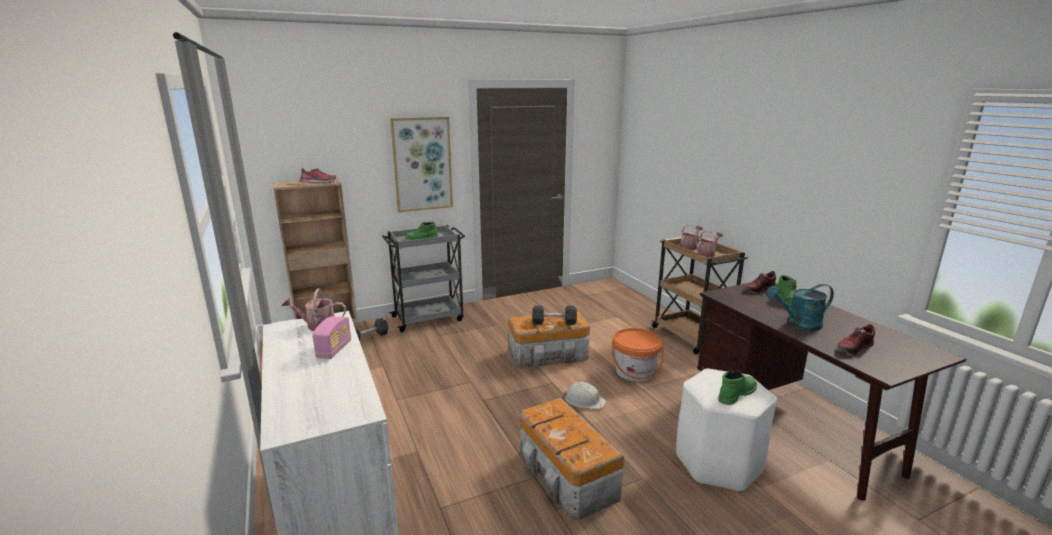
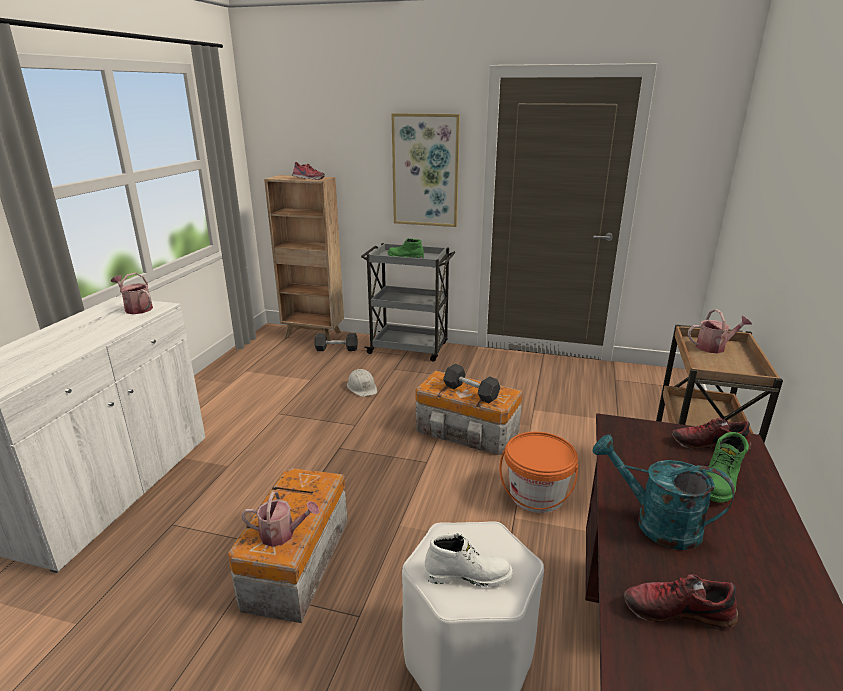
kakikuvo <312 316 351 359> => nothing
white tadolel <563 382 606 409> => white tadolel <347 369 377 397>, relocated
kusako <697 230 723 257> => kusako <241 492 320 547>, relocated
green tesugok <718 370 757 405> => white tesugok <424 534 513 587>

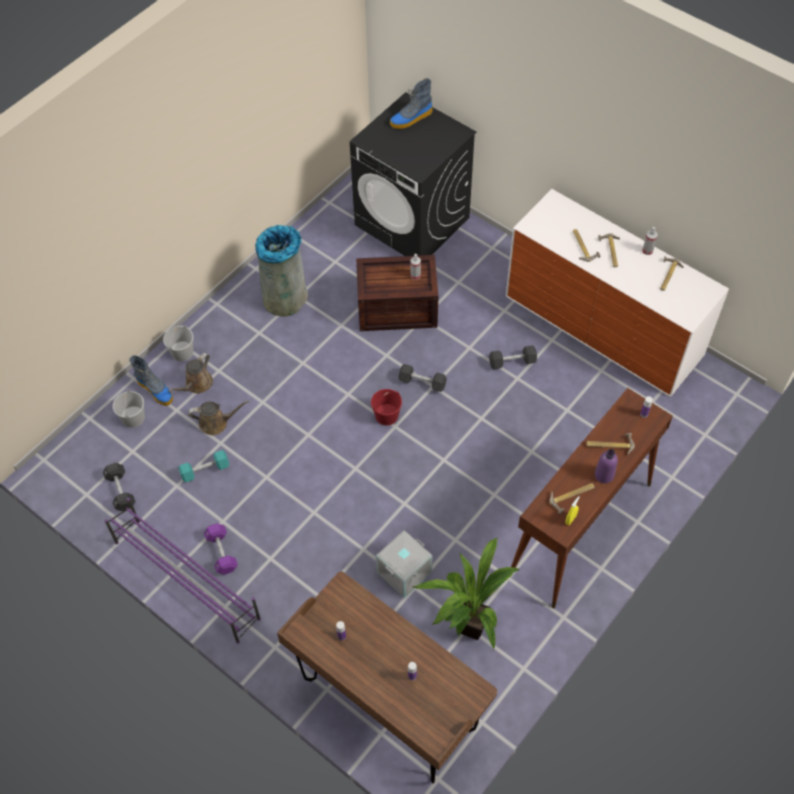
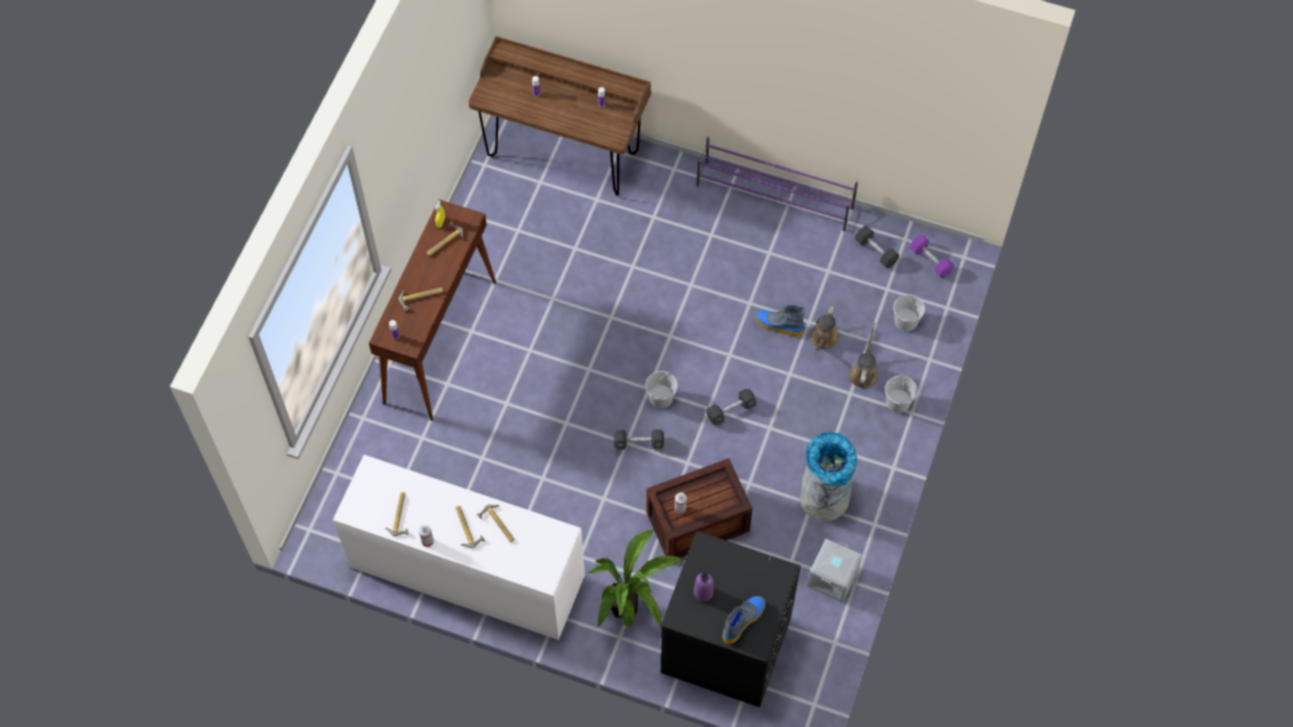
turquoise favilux <179 450 229 482> => nothing
tesugok <129 355 173 406> => tesugok <756 303 805 337>, relocated
purple favilux <204 523 238 575> => purple favilux <909 235 954 278>, relocated
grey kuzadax <376 530 433 598> => grey kuzadax <807 539 862 603>, relocated
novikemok <412 538 520 650> => novikemok <588 530 683 629>, relocated
black favilux <489 345 537 369> => black favilux <706 389 756 425>, relocated
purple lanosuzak <595 449 618 483> => purple lanosuzak <694 572 714 602>, relocated
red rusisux <371 389 402 425> => white rusisux <645 371 678 408>
brown kusako <188 400 249 436> => brown kusako <810 306 839 354>, 45 degrees counterclockwise

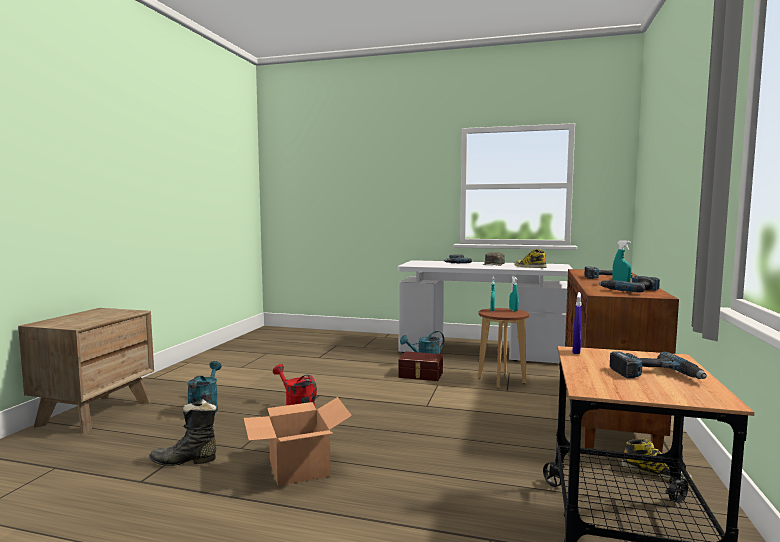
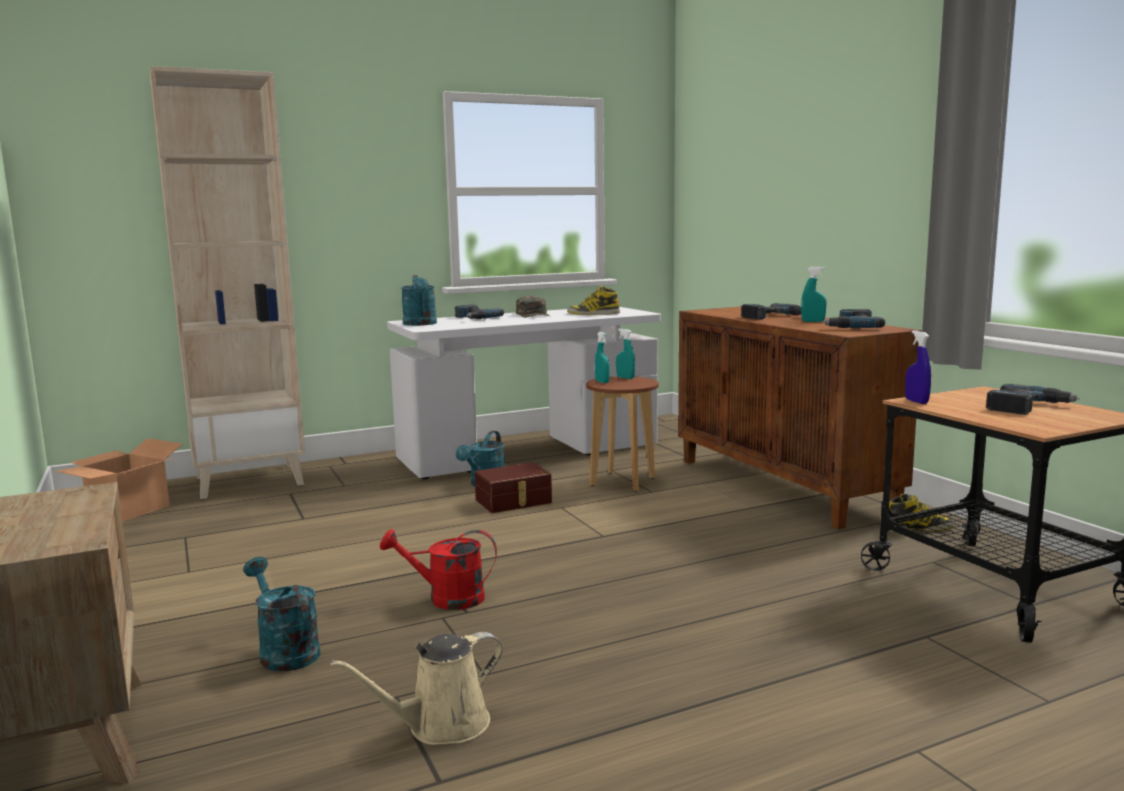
nothing => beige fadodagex <150 66 305 499>
nothing => turquoise kusako <401 275 437 326>
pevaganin <244 397 352 486> => pevaganin <55 438 182 522>, relocated
black tesugok <149 399 216 466> => beige kusako <330 632 503 745>

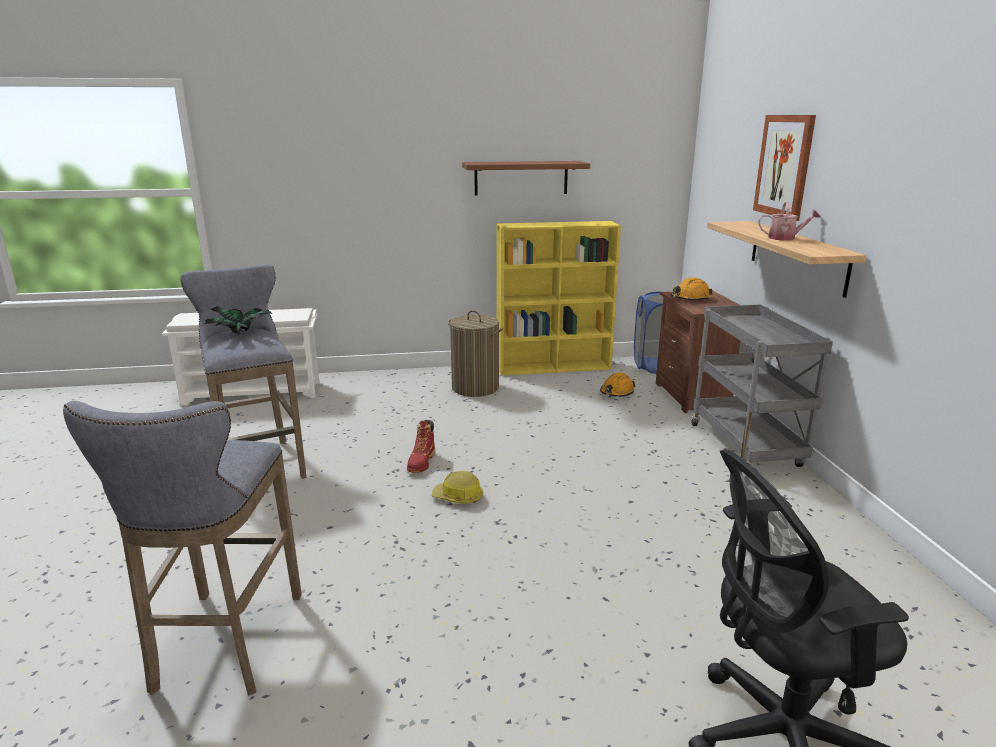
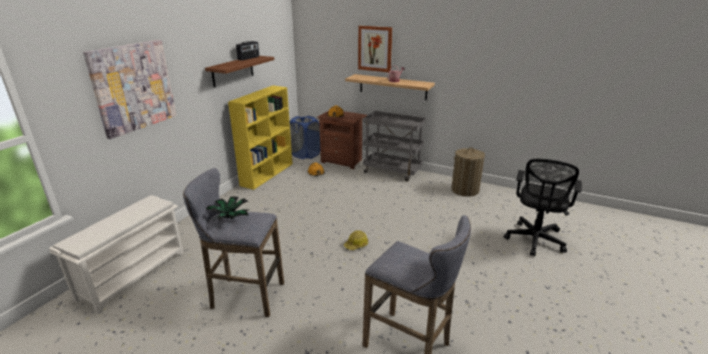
red tesugok <407 420 435 473> => nothing
nothing => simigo <83 40 177 139>
nothing => kakikuvo <236 41 259 61>
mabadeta <448 310 503 397> => mabadeta <451 147 485 197>, relocated

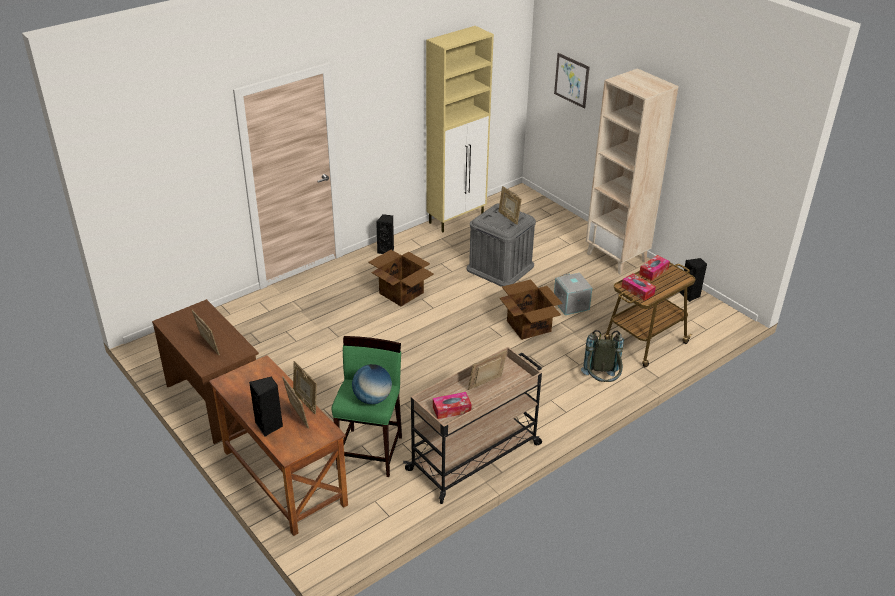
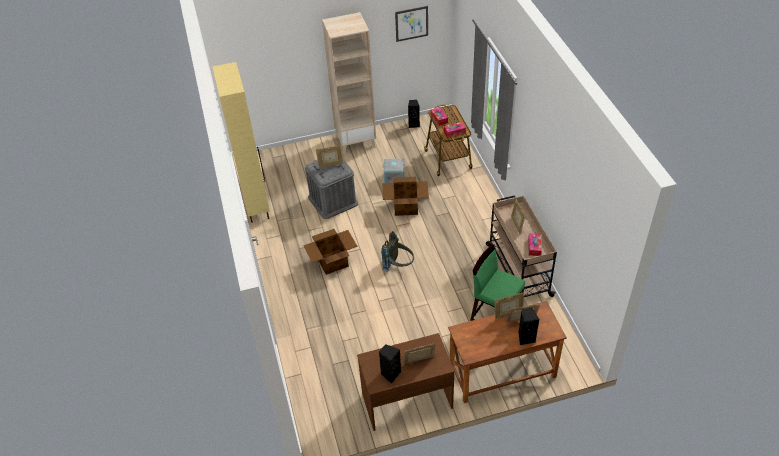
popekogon <352 364 392 404> => nothing
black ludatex <376 214 394 254> => black ludatex <379 344 401 384>, relocated
simigo <554 53 590 109> => simigo <395 6 428 42>, relocated
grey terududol <581 330 624 382> => grey terududol <381 231 414 272>, relocated

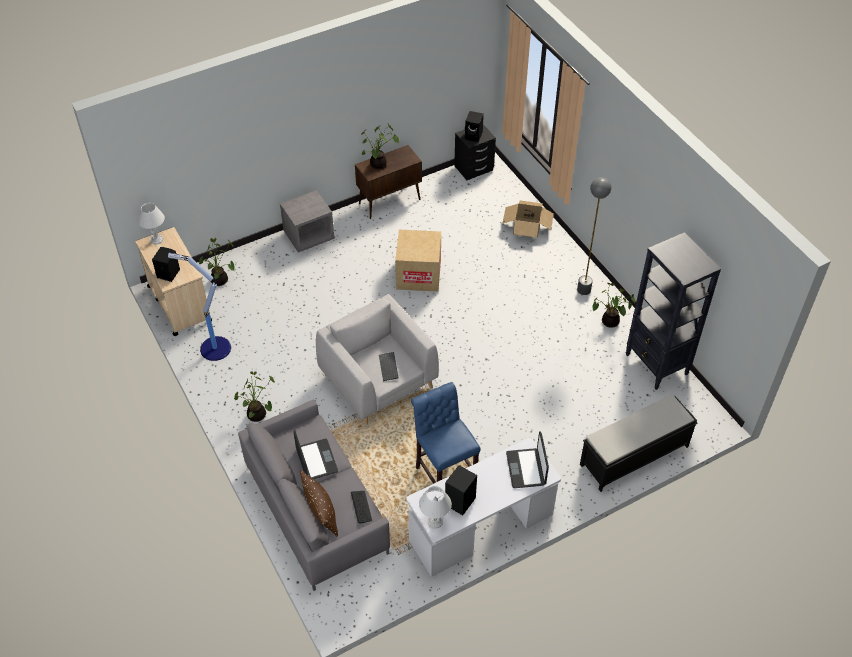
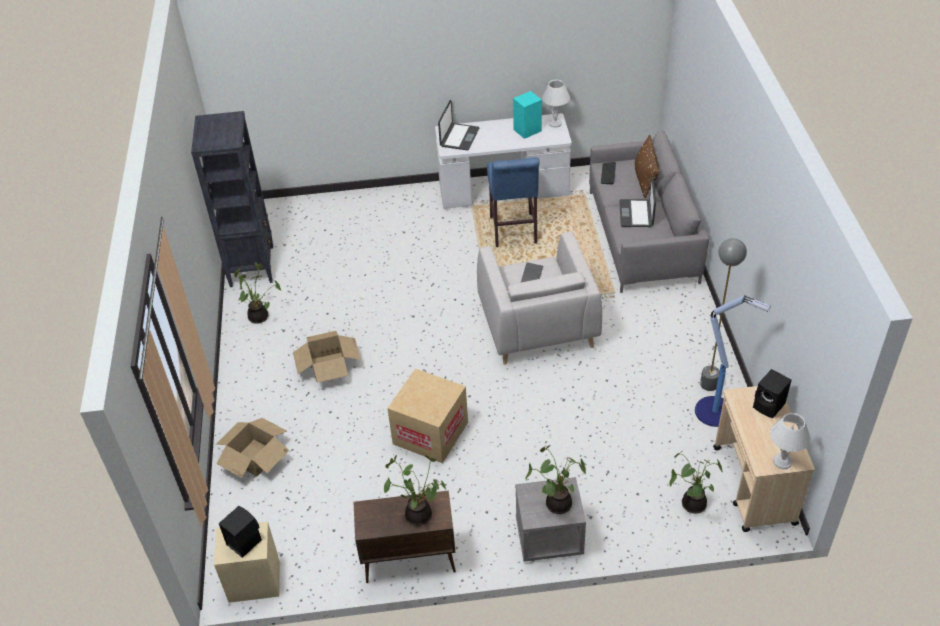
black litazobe <580 395 697 492> => nothing
nothing => pevaganin <293 331 361 383>
novikemok <234 371 275 422> => novikemok <526 445 586 514>, relocated
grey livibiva <577 177 611 295> => grey livibiva <700 238 747 391>, relocated
black ludatex <445 465 477 515> => turquoise ludatex <513 91 542 139>
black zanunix <454 124 496 180> => beige zanunix <214 522 280 603>

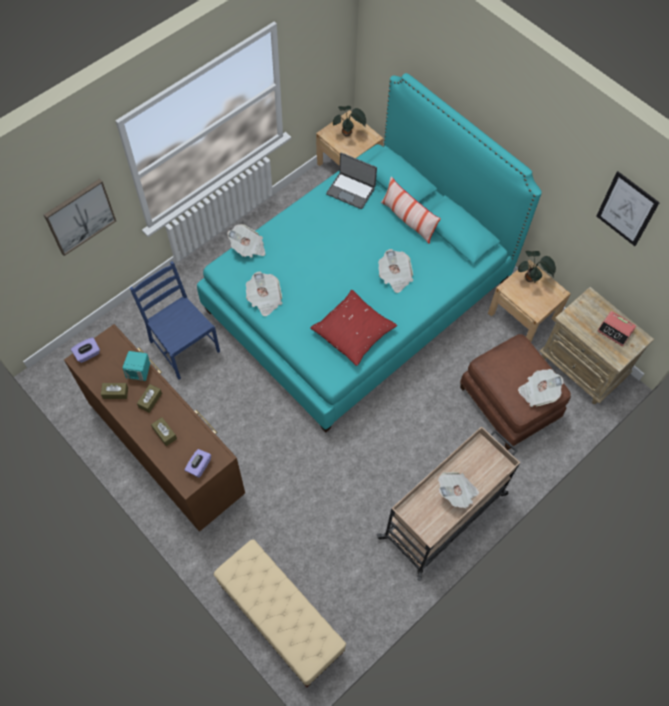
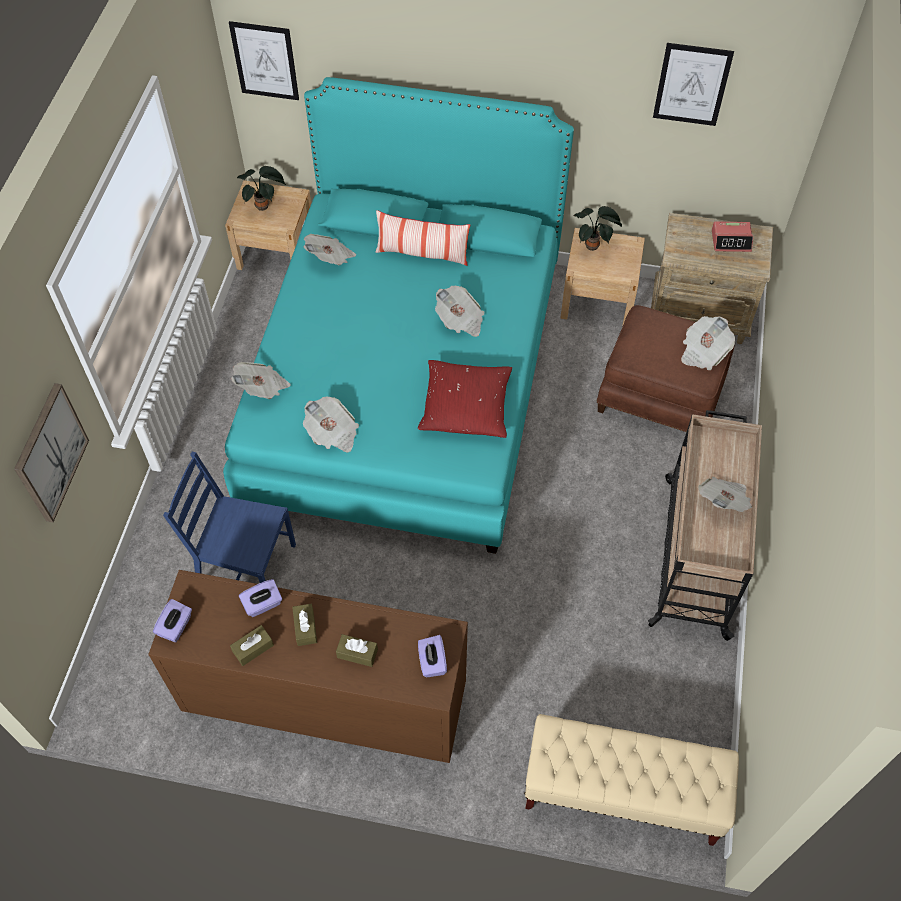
nothing => simigo <229 21 299 100>
turquoise ludatex <122 351 150 381> => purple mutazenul <239 579 282 617>
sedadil <326 153 377 209> => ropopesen <303 234 356 265>

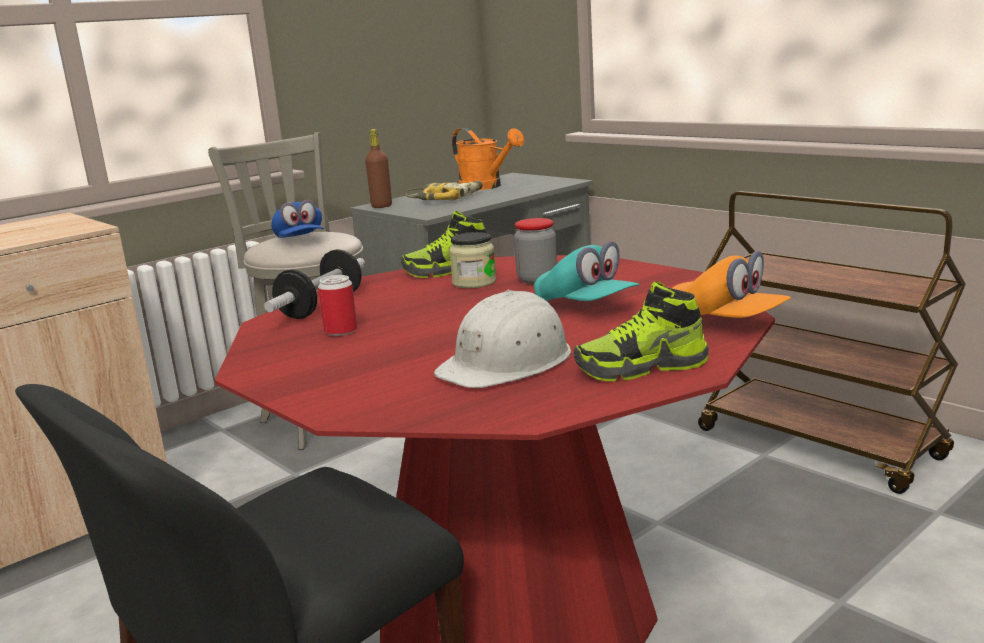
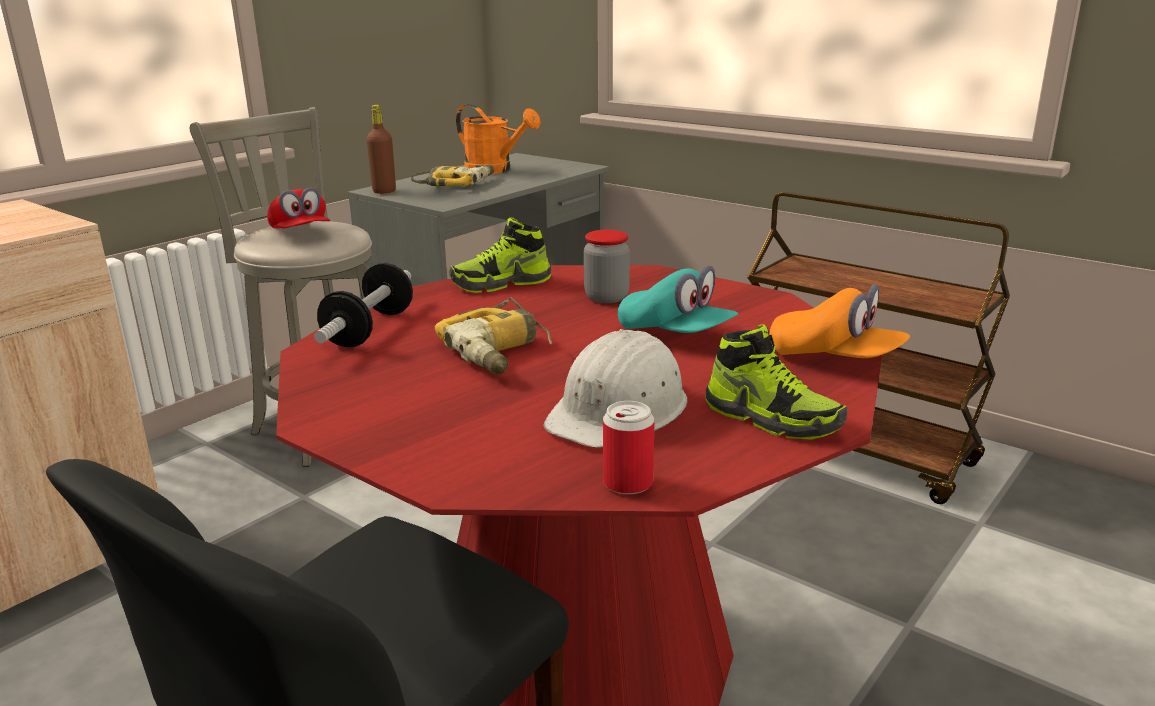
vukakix <449 232 496 288> => nothing
nothing => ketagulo <435 297 552 375>
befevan <318 275 358 336> => befevan <603 401 655 494>, relocated
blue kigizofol <271 200 324 238> => red kigizofol <267 187 330 229>
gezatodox <574 281 709 381> => gezatodox <705 324 847 440>, 120 degrees counterclockwise

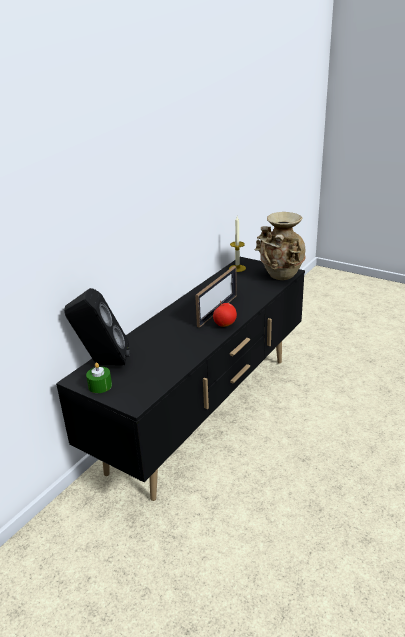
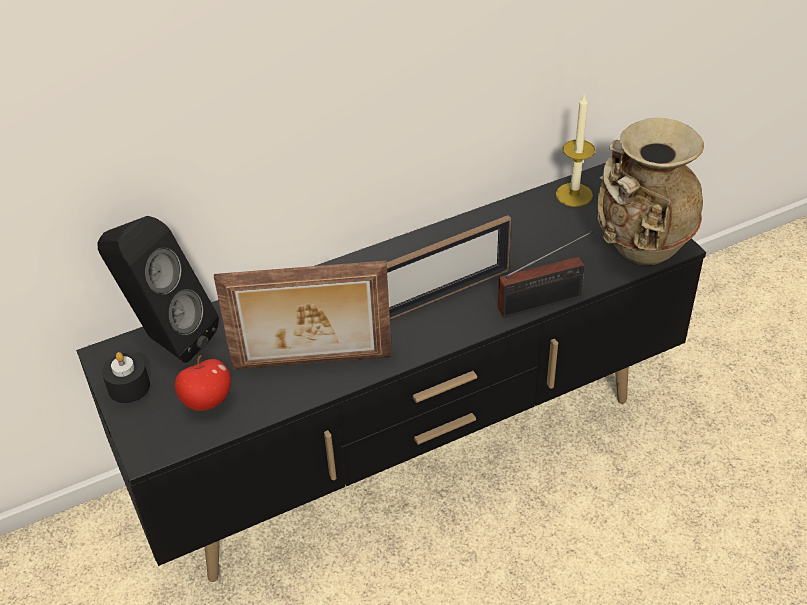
nothing => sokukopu <214 261 392 370>
nothing => kakikuvo <498 231 593 317>
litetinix <213 301 237 327> => litetinix <175 355 231 411>, relocated
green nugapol <86 363 112 393> => black nugapol <102 352 150 403>

